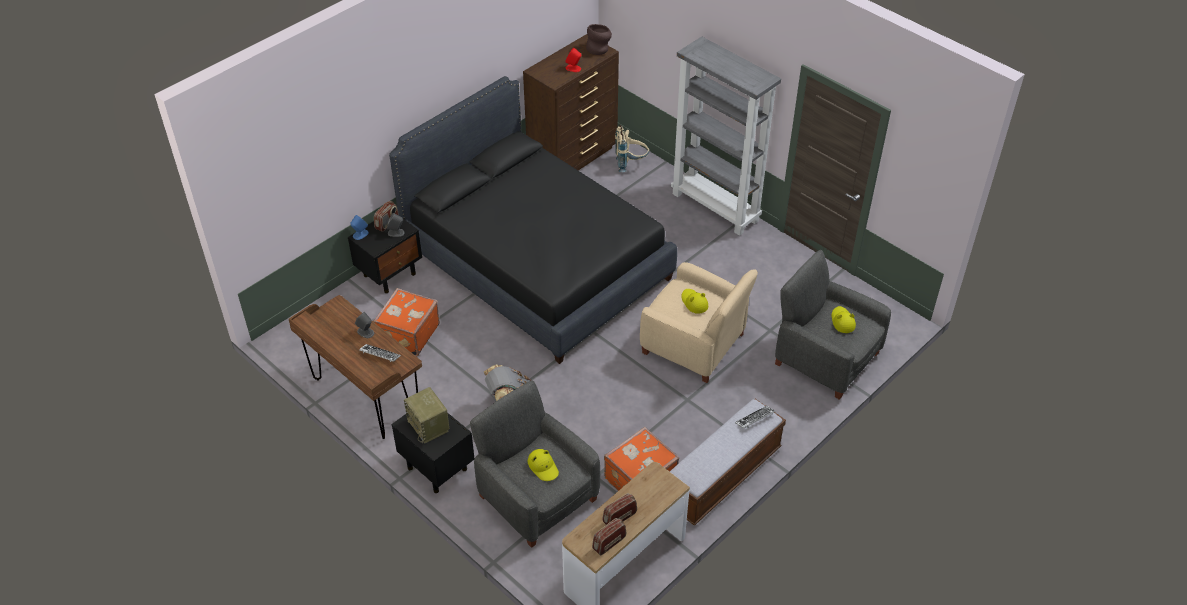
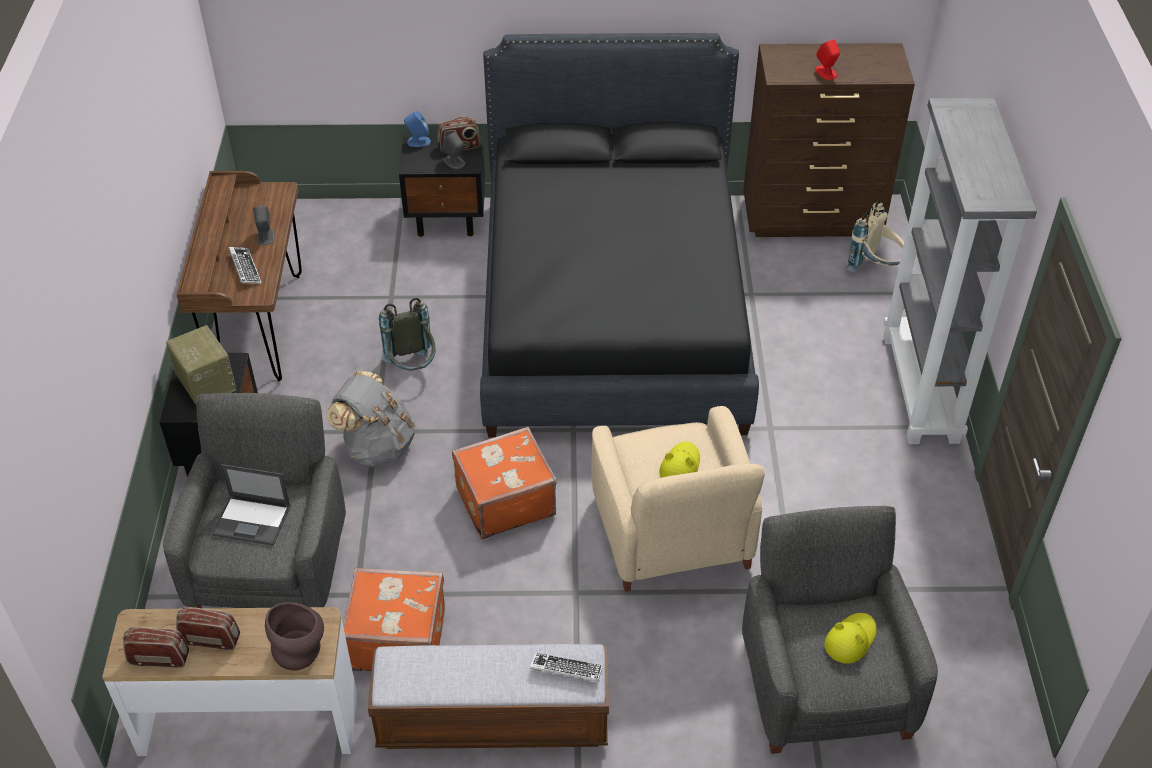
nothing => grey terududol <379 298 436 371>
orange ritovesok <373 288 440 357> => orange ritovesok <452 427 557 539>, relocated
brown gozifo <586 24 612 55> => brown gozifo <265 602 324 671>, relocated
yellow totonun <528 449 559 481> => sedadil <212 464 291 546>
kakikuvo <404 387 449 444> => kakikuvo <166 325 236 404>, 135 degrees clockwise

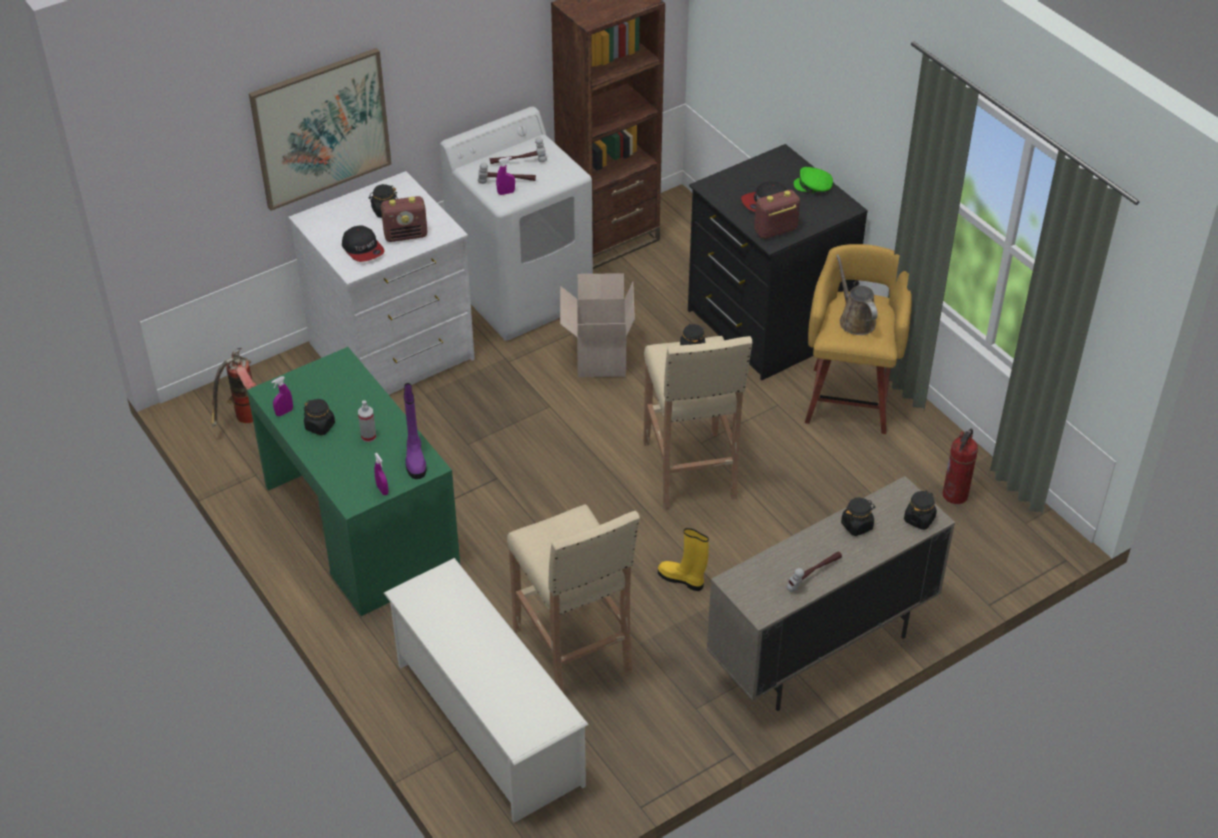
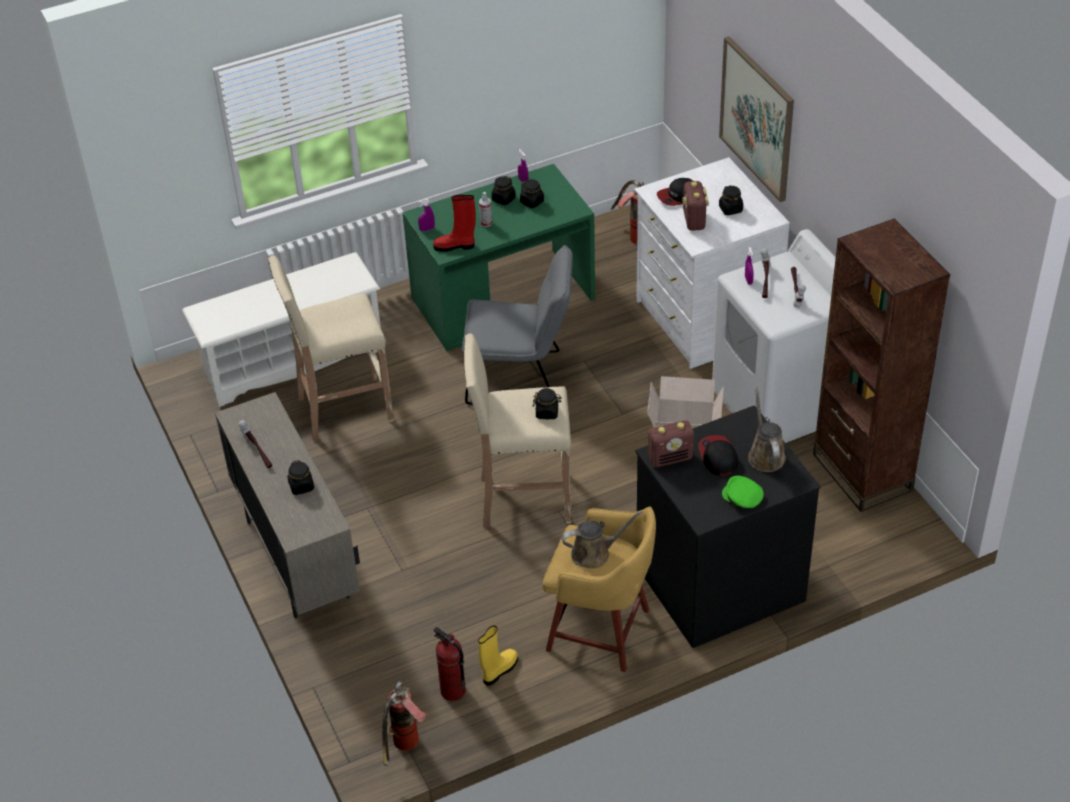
nothing => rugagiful <382 680 426 767>
nothing => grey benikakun <462 245 573 405>
nothing => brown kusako <748 387 786 472>
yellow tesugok <658 528 709 591> => yellow tesugok <478 625 518 686>, relocated
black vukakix <904 490 937 530> => black vukakix <520 179 544 208>, relocated
purple tesugok <404 383 427 479> => red tesugok <433 195 476 252>
kakikuvo <754 190 800 239> => kakikuvo <648 420 694 467>, 90 degrees clockwise
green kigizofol <794 167 833 193> => green kigizofol <722 476 764 508>, 75 degrees counterclockwise

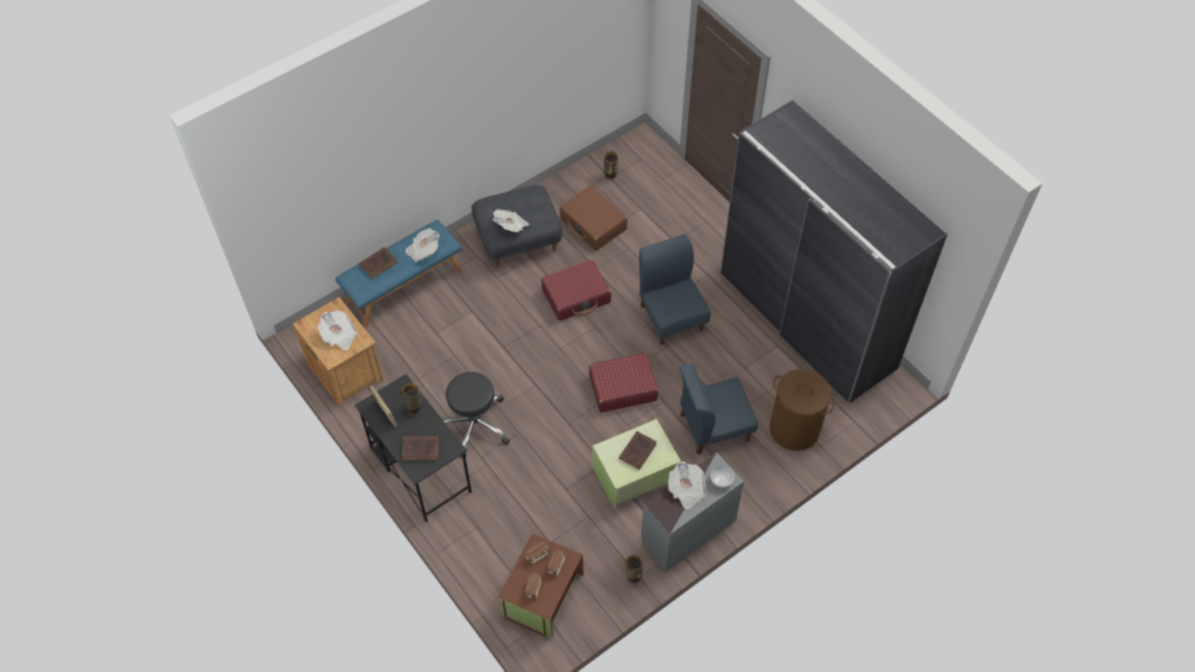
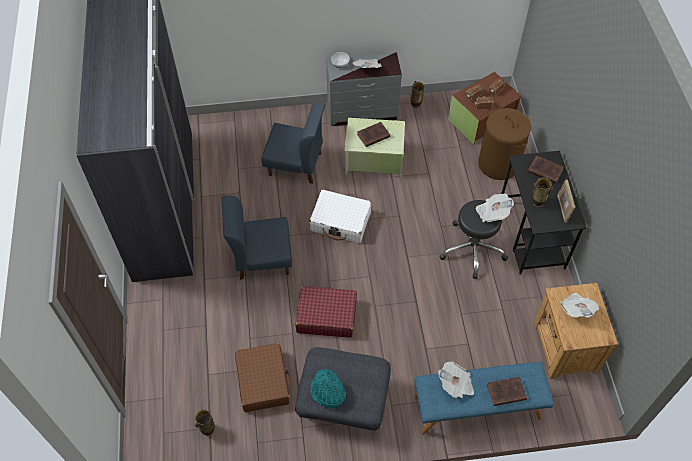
nothing => turquoise totonun <310 369 346 409>
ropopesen <493 209 529 233> => ropopesen <476 194 514 222>, relocated
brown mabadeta <770 369 834 451> => brown mabadeta <478 107 531 180>, relocated
red ritovesok <589 353 658 412> => white ritovesok <309 190 372 243>
blue benikakun <639 234 711 345> => blue benikakun <222 196 292 280>, 75 degrees clockwise

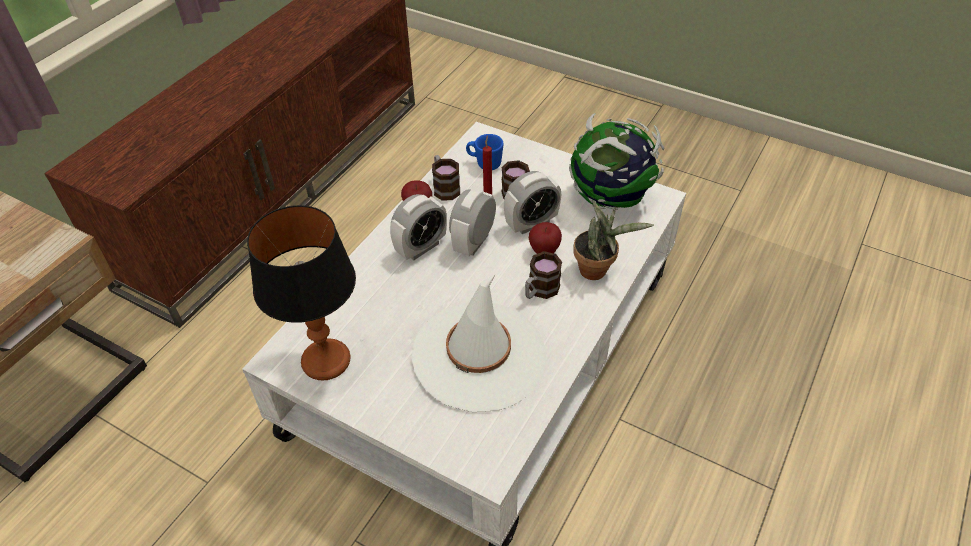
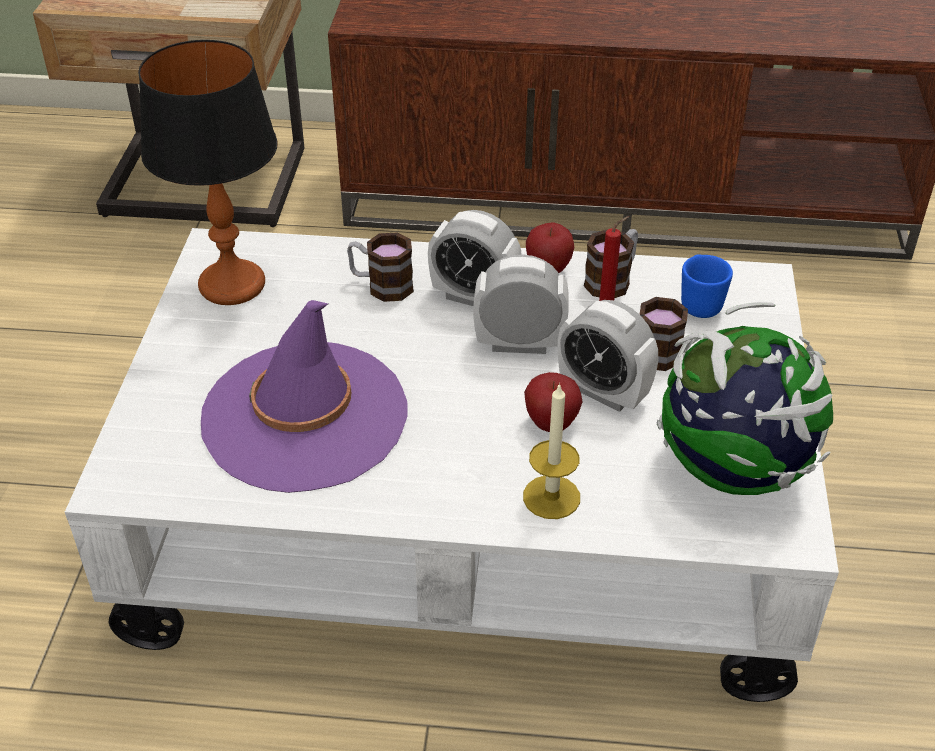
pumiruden <525 251 562 299> => pumiruden <347 232 414 302>, relocated
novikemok <573 200 654 280> => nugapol <523 383 580 519>
white totonun <412 274 546 412> => purple totonun <201 300 408 493>

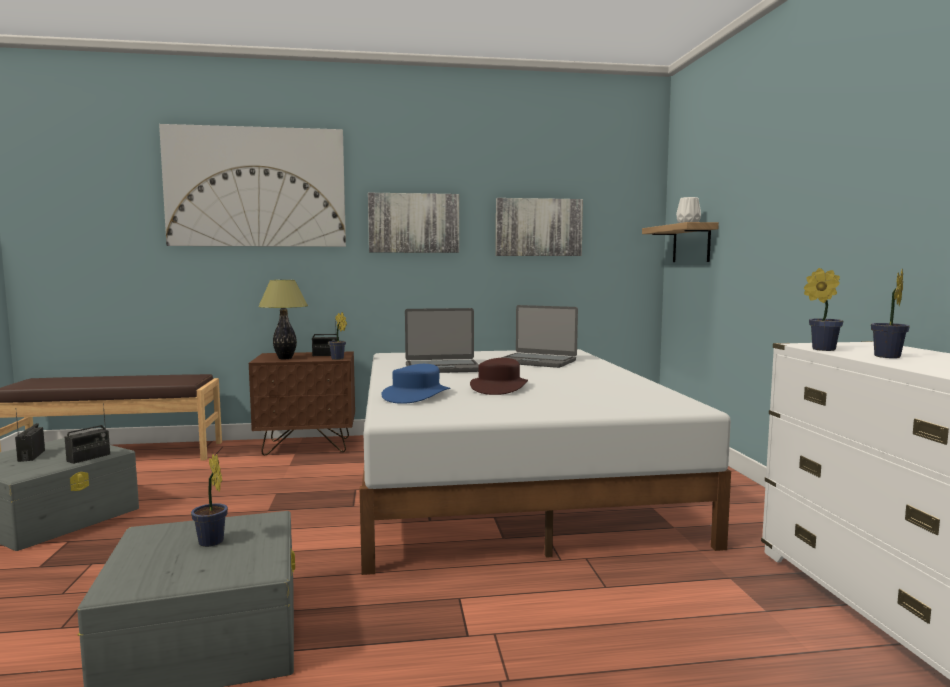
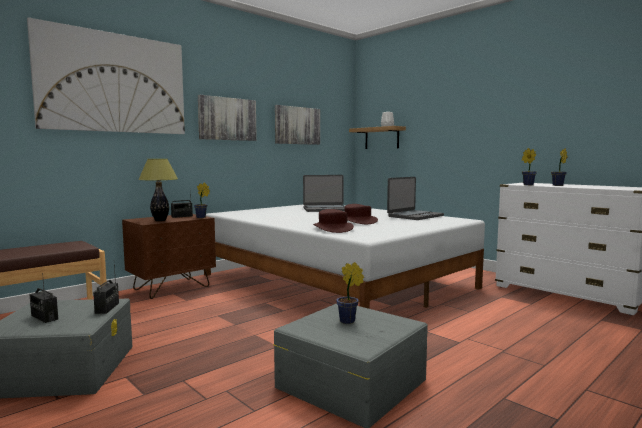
sedadil <405 308 479 373> => sedadil <387 177 444 220>, relocated
blue totonun <381 364 450 404> => brown totonun <313 209 354 233>

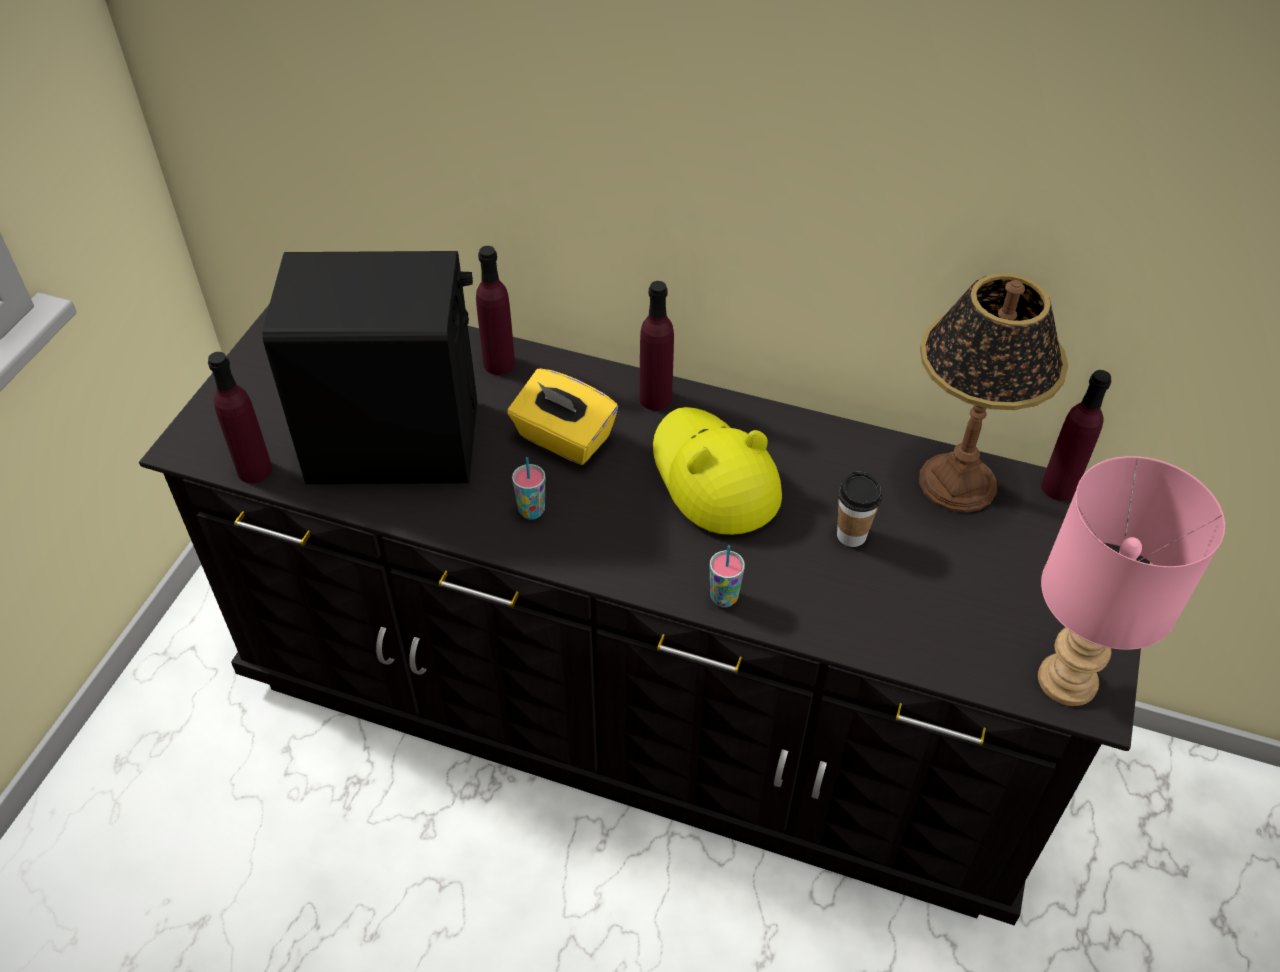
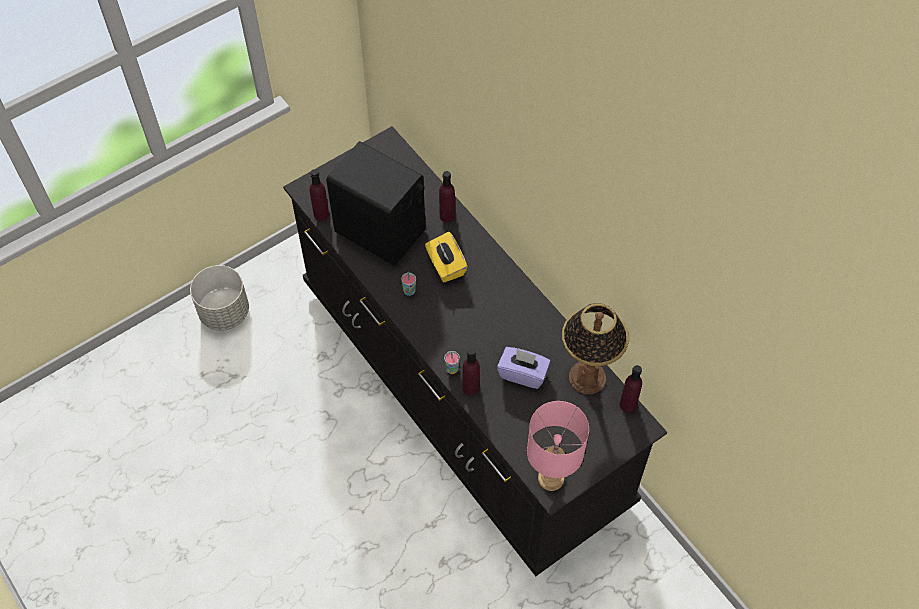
yellow totonun <653 407 782 535> => nothing
nothing => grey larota <190 265 249 331>
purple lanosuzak <640 281 674 411> => purple lanosuzak <462 348 480 395>, relocated
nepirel <837 472 882 547> => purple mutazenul <497 347 550 389>

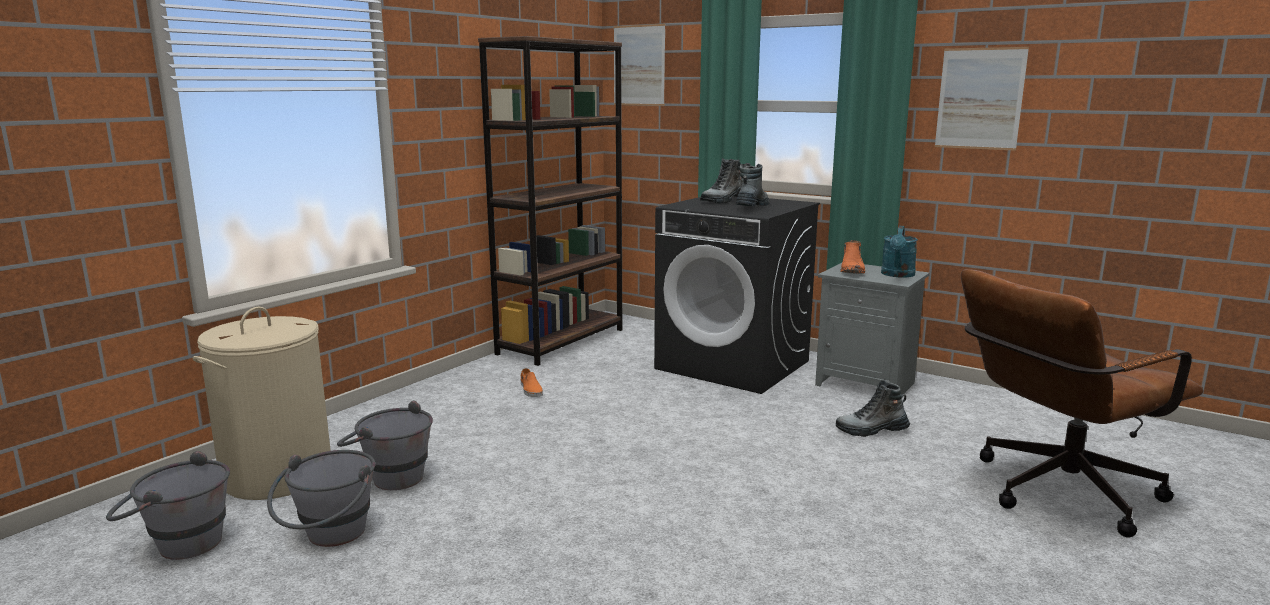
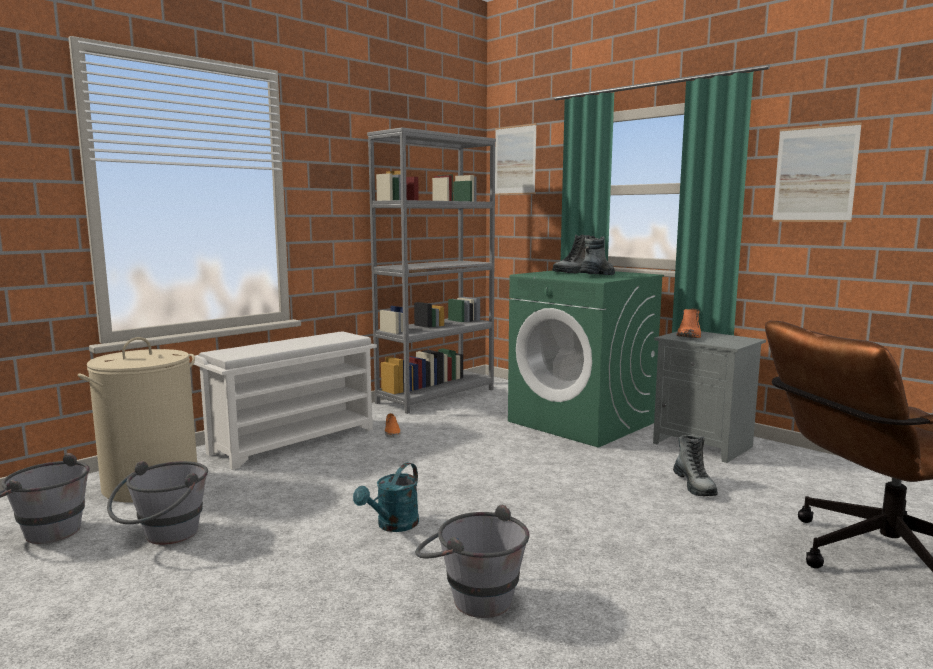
nothing => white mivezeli <194 331 377 470>
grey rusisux <337 401 433 490> => grey rusisux <416 505 529 618>, relocated
turquoise kusako <881 226 918 277> => turquoise kusako <353 462 419 532>, relocated
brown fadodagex <478 36 622 366> => grey fadodagex <367 127 496 414>
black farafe <654 197 820 394> => green farafe <508 271 664 448>
tesugok <836 380 910 437> => tesugok <673 435 718 496>, 105 degrees counterclockwise

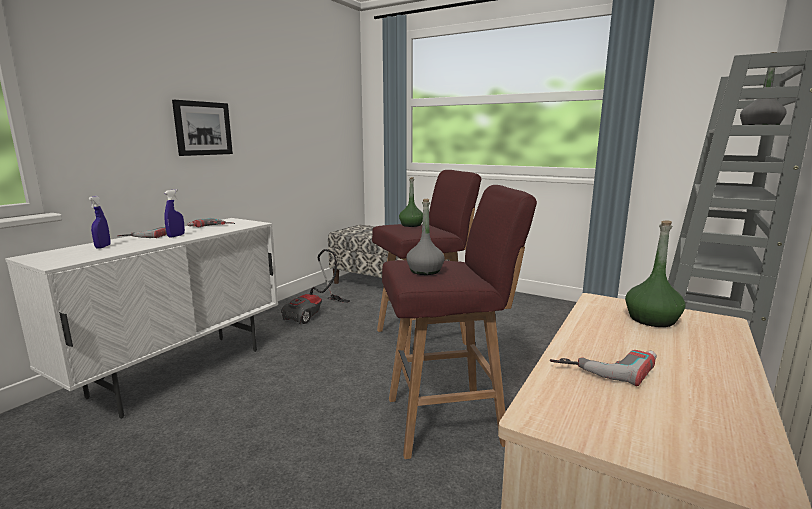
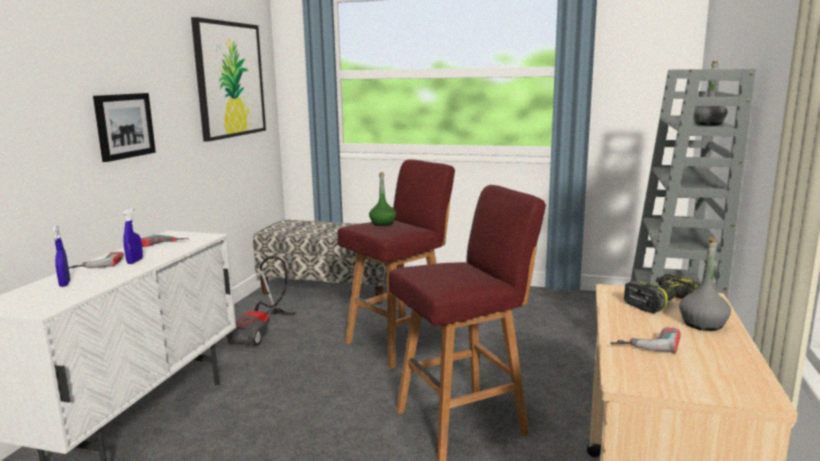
nothing => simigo <191 17 266 142>
grey lanosuzak <407 199 445 275> => grey lanosuzak <679 237 731 331>, relocated
green lanosuzak <625 220 686 327> => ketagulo <624 274 700 313>

